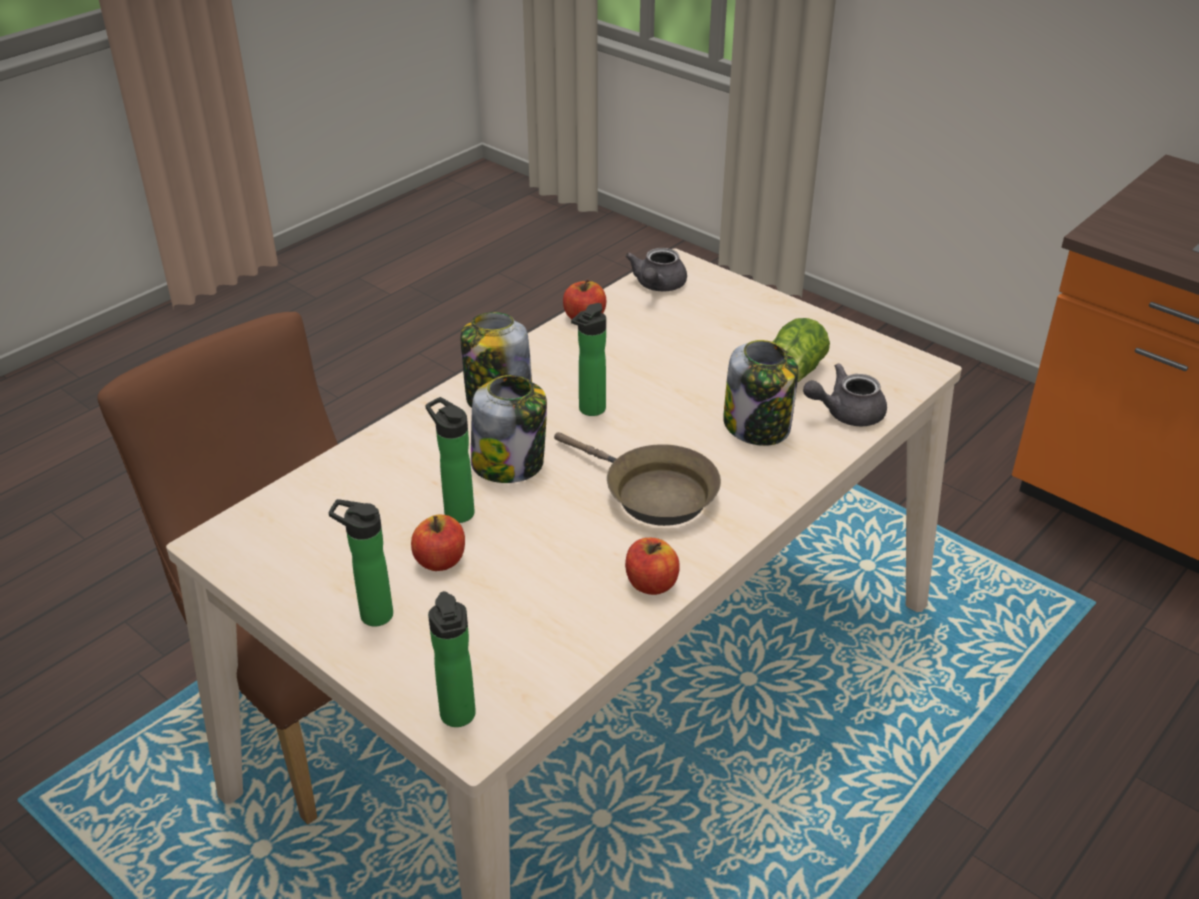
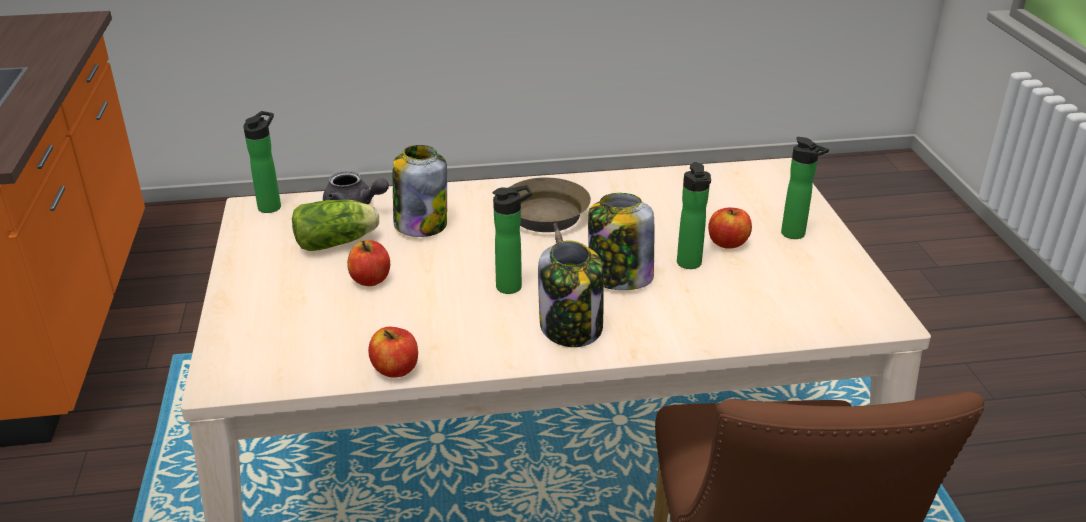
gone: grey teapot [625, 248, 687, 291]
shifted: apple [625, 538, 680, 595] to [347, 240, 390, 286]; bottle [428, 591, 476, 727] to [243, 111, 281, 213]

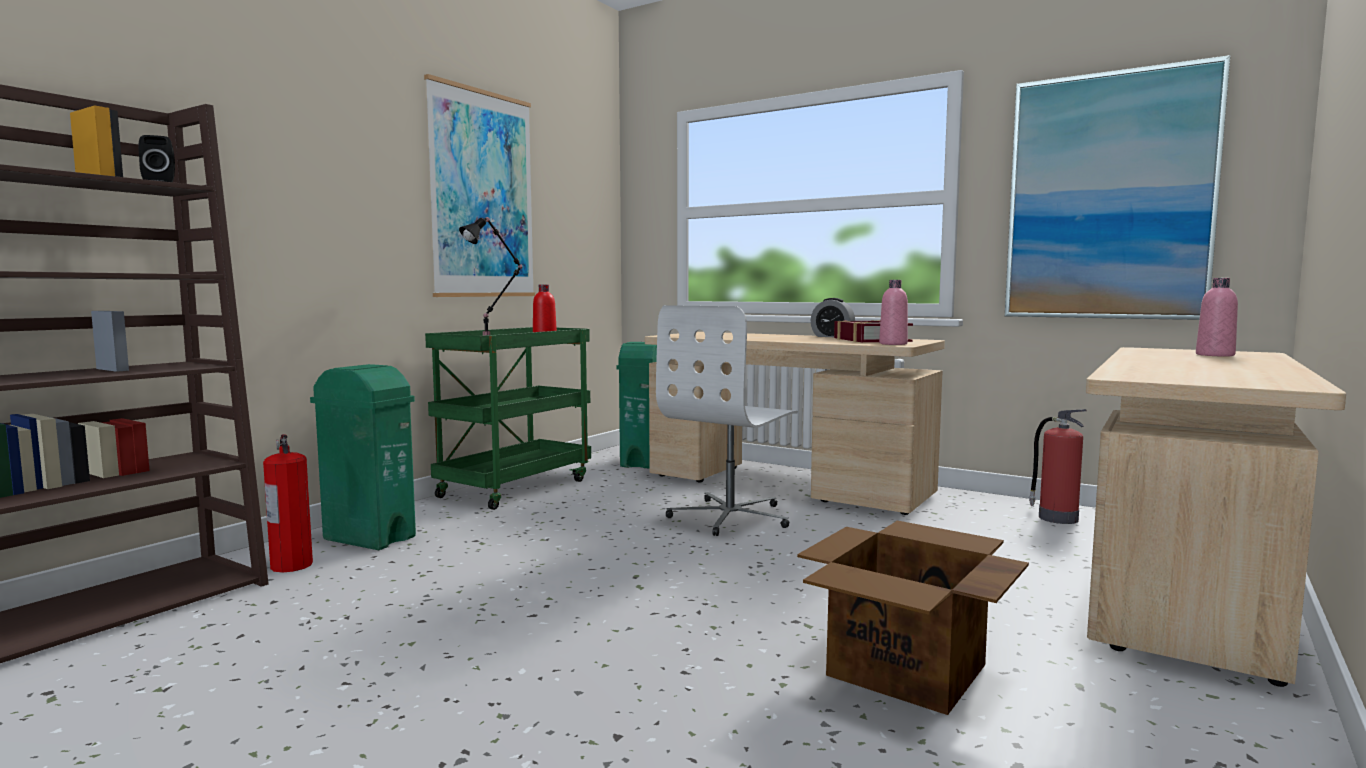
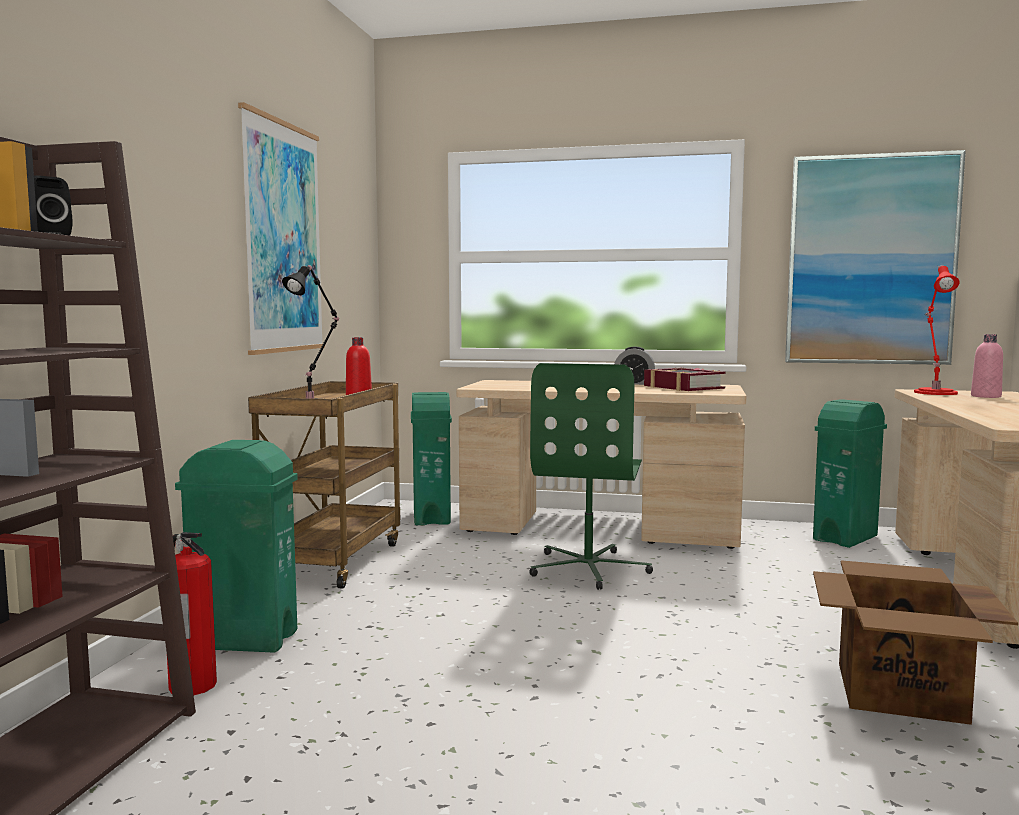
gone: pink bottle [879, 280, 908, 345]
new: red table lamp [914, 265, 960, 395]
swapped: fire extinguisher [1028, 409, 1087, 524] to green trash can [813, 399, 887, 548]
repainted: white office chair [656, 305, 798, 536] to green office chair [529, 363, 653, 590]; green cart [425, 327, 591, 510] to brown cart [248, 381, 400, 589]

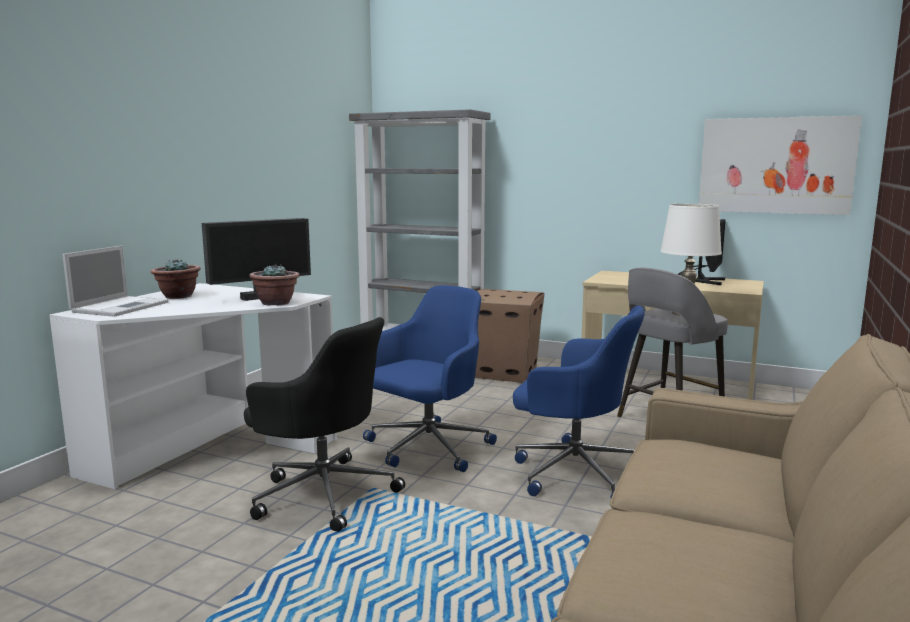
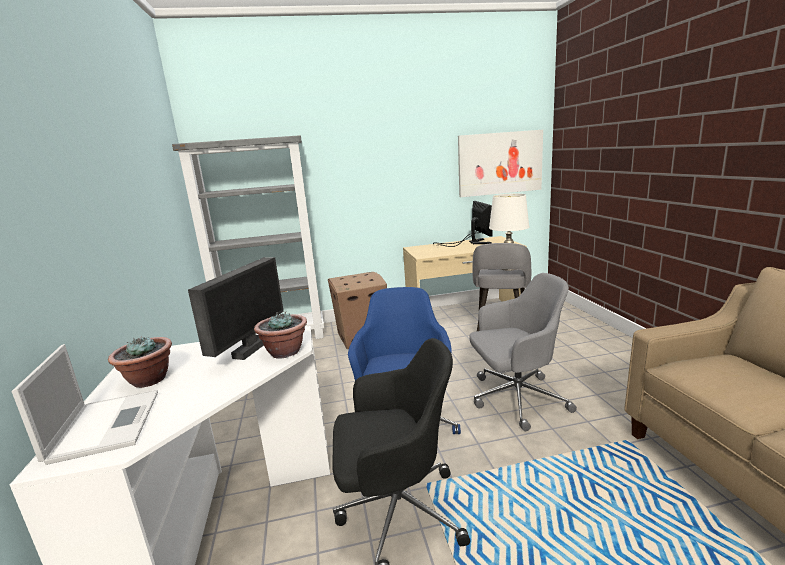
repainted: blue office chair [513, 306, 645, 498] to grey office chair [469, 273, 577, 431]

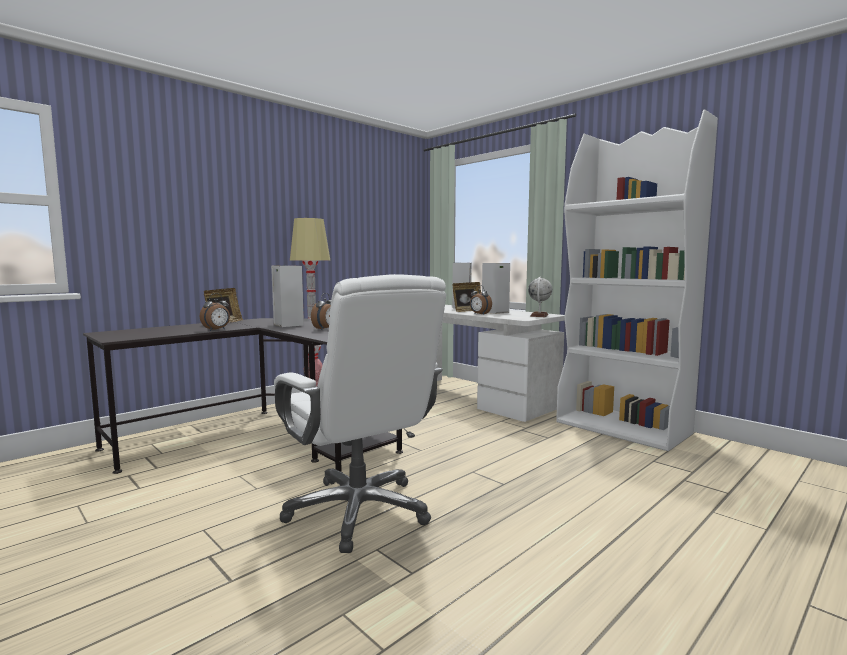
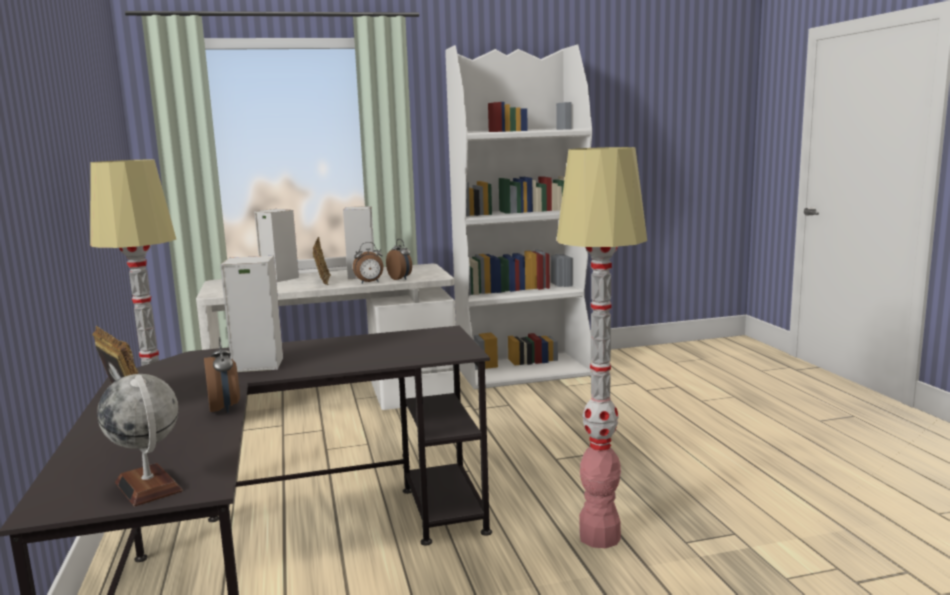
shifted: globe [528, 277, 552, 317] to [97, 374, 183, 506]; alarm clock [311, 293, 331, 330] to [386, 239, 412, 280]
swapped: white office chair [274, 274, 446, 553] to floor lamp [556, 147, 647, 548]

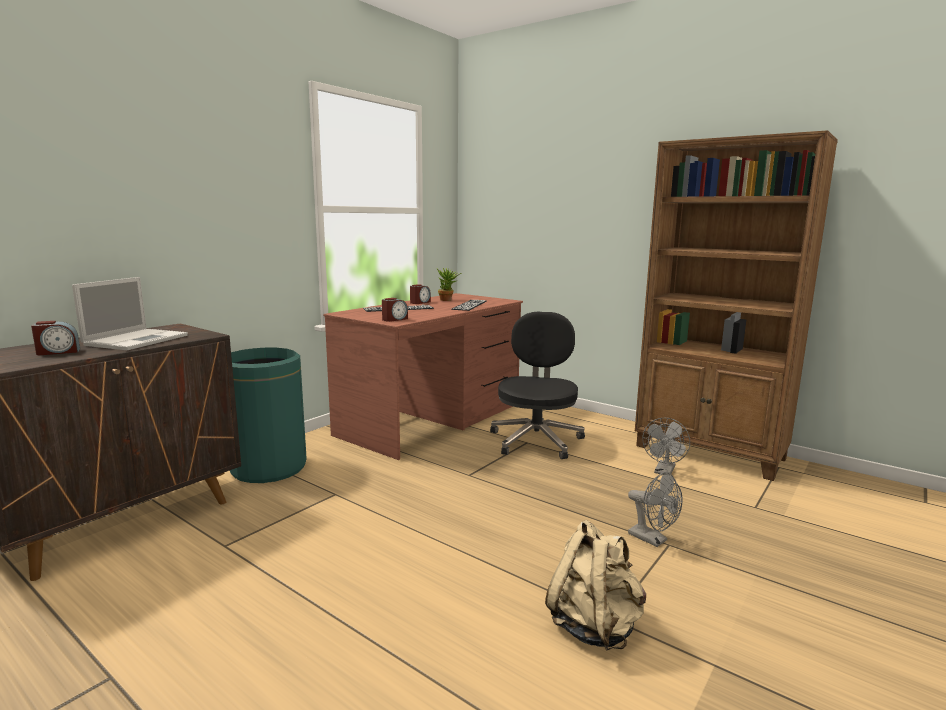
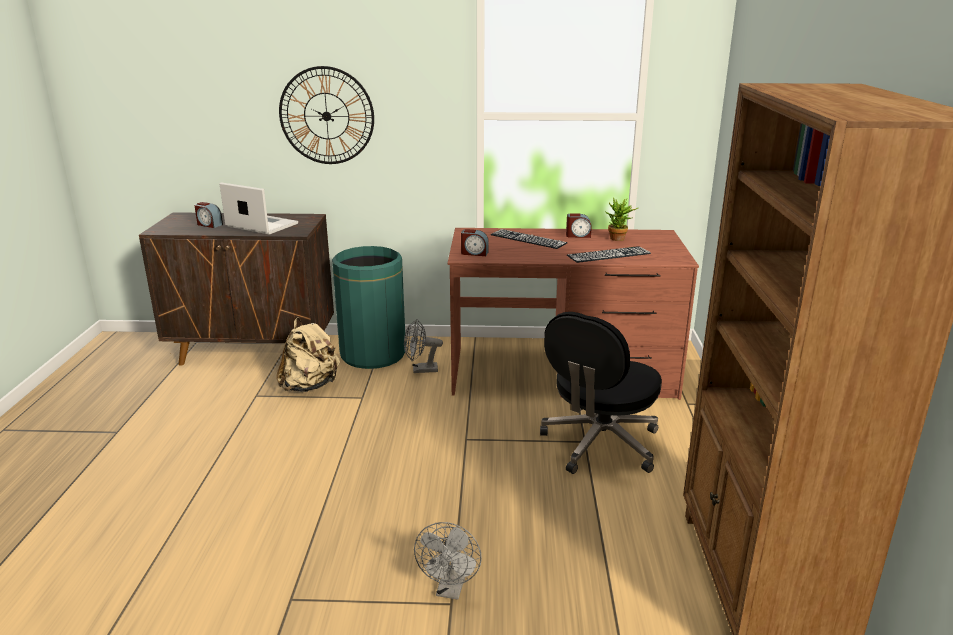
new: wall clock [279, 66, 374, 164]
shifted: grey fan [642, 418, 690, 476] to [404, 319, 443, 373]; beige backpack [545, 520, 646, 651] to [276, 317, 340, 392]
rotated: laptop [72, 277, 188, 350] = [220, 182, 298, 235] 135 degrees counterclockwise; black office chair [490, 312, 585, 459] = [540, 312, 662, 474] 150 degrees clockwise

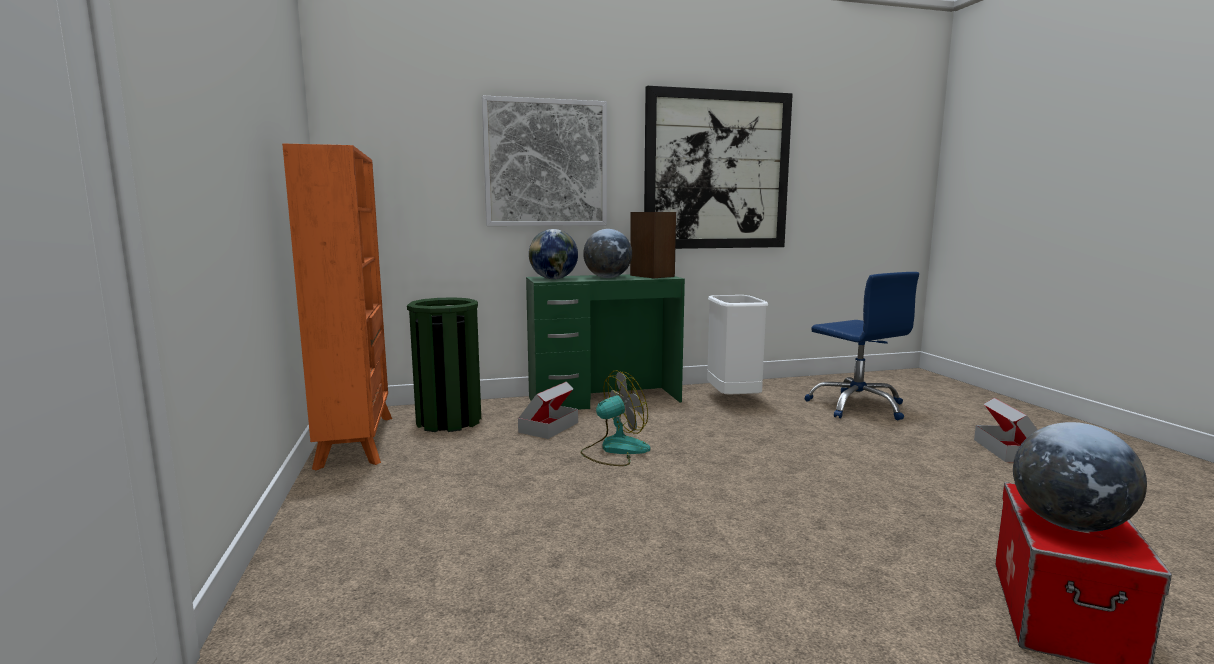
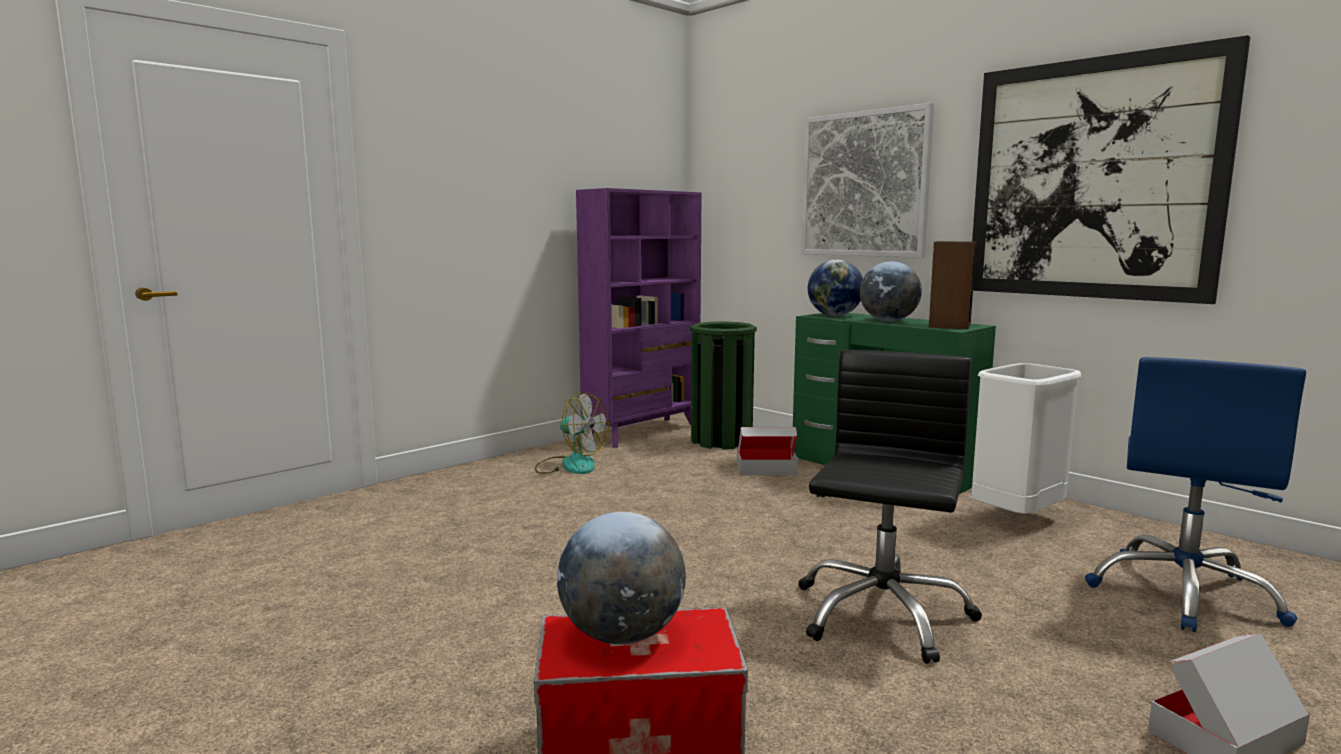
new: black office chair [798, 350, 982, 664]
shifted: fan [581, 370, 650, 466] to [535, 392, 609, 474]
repainted: orange bookcase [282, 143, 392, 470] to purple bookcase [576, 188, 701, 448]

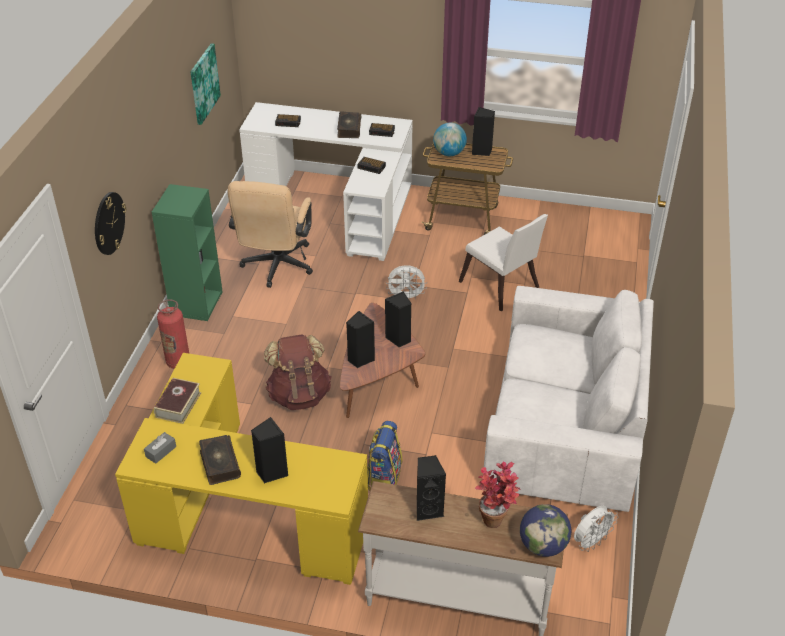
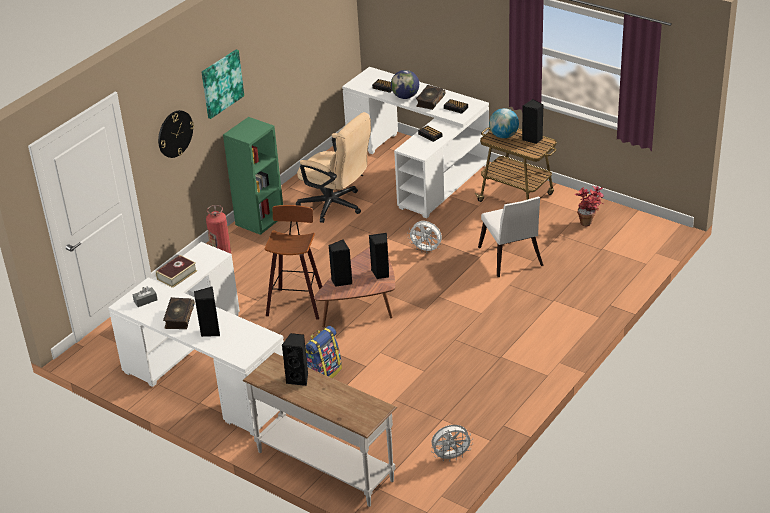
gone: white sofa [484, 286, 654, 512]
shifted: picture [190, 43, 221, 125] to [202, 49, 244, 119]; potted plant [475, 461, 521, 528] to [574, 186, 604, 226]; globe [520, 504, 572, 557] to [391, 70, 419, 99]
swapped: brown backpack [264, 335, 331, 410] to stool [265, 205, 322, 320]
repainted: yellow desk [115, 353, 368, 585] to white desk [108, 242, 284, 436]
rotated: beige office chair [228, 181, 313, 288] = [296, 112, 371, 223] 90 degrees counterclockwise

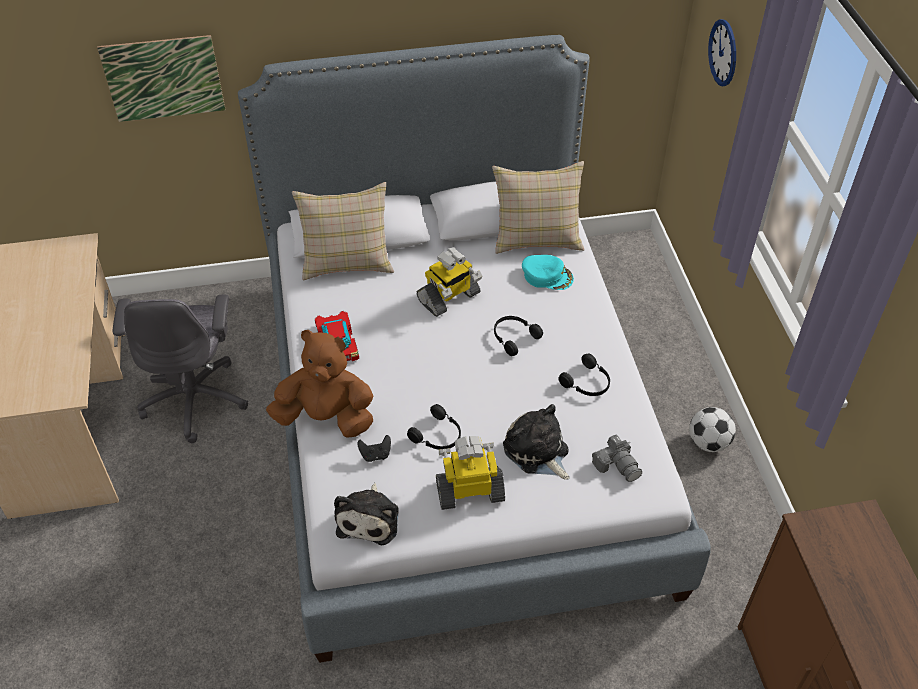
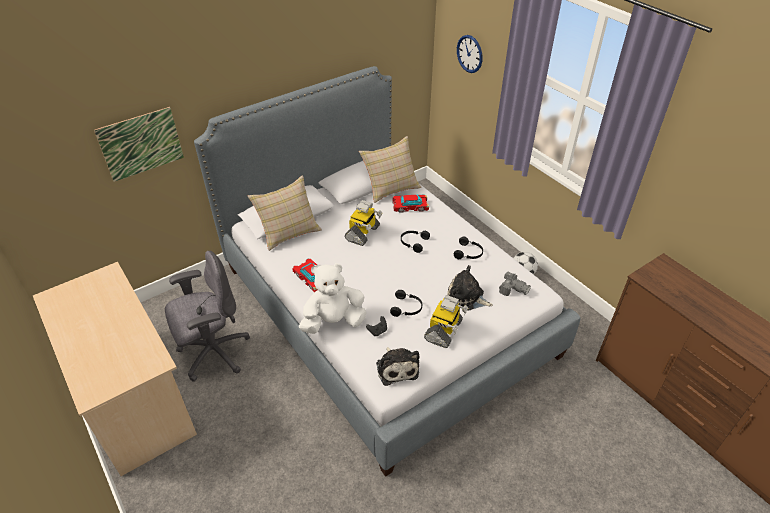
swapped: turquoise cap [522, 255, 574, 290] to toy car [392, 194, 429, 213]
repainted: brown plush toy [266, 330, 373, 438] to white plush toy [299, 263, 367, 334]
rotated: grey office chair [113, 294, 248, 443] = [165, 251, 250, 382] 90 degrees counterclockwise; toy robot [436, 436, 505, 510] = [424, 295, 468, 348] 150 degrees clockwise

